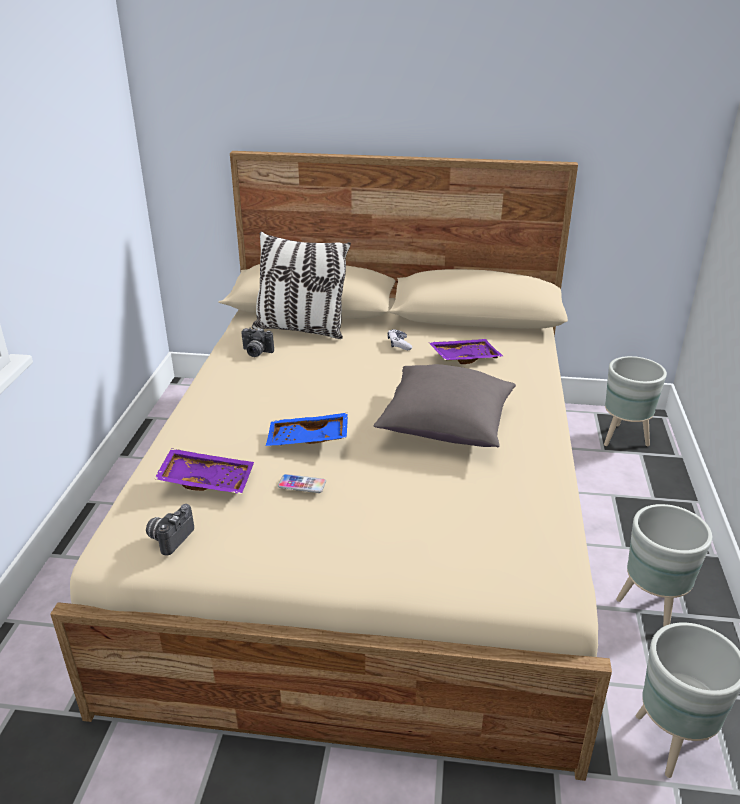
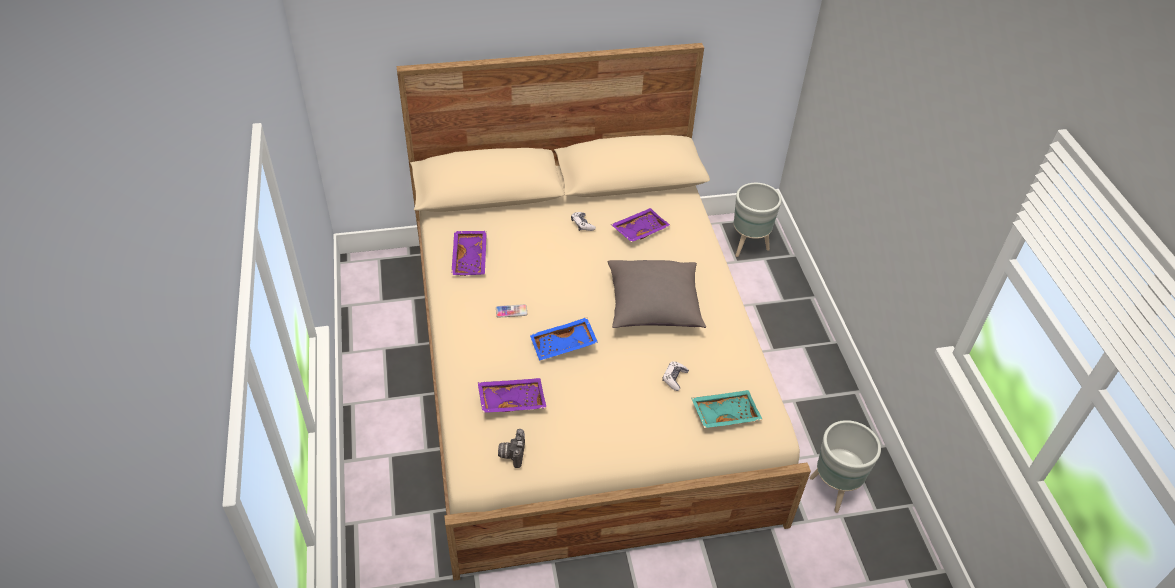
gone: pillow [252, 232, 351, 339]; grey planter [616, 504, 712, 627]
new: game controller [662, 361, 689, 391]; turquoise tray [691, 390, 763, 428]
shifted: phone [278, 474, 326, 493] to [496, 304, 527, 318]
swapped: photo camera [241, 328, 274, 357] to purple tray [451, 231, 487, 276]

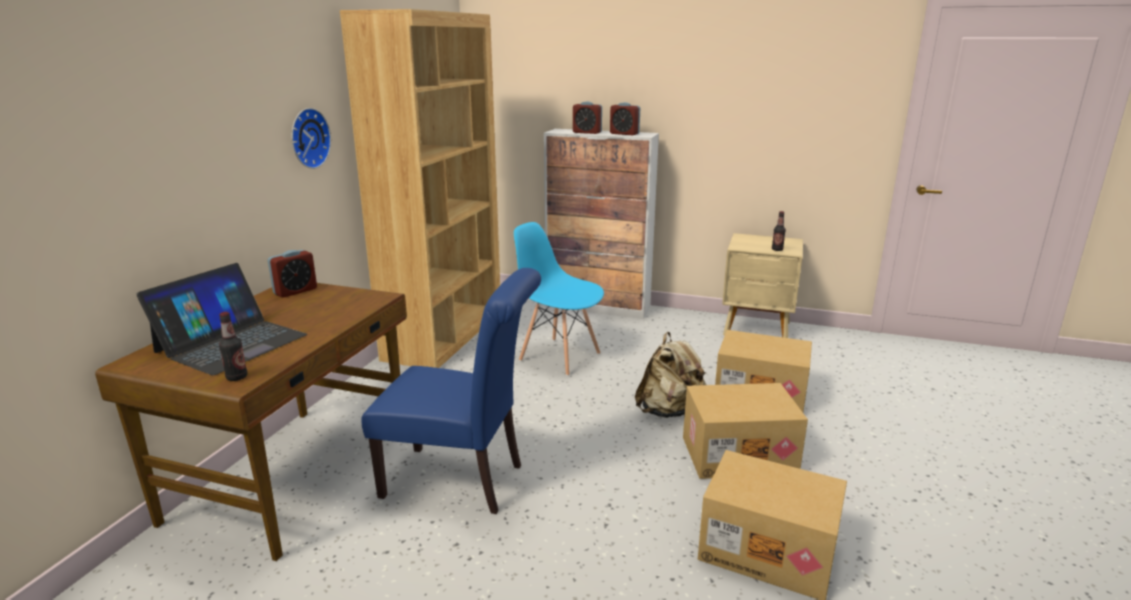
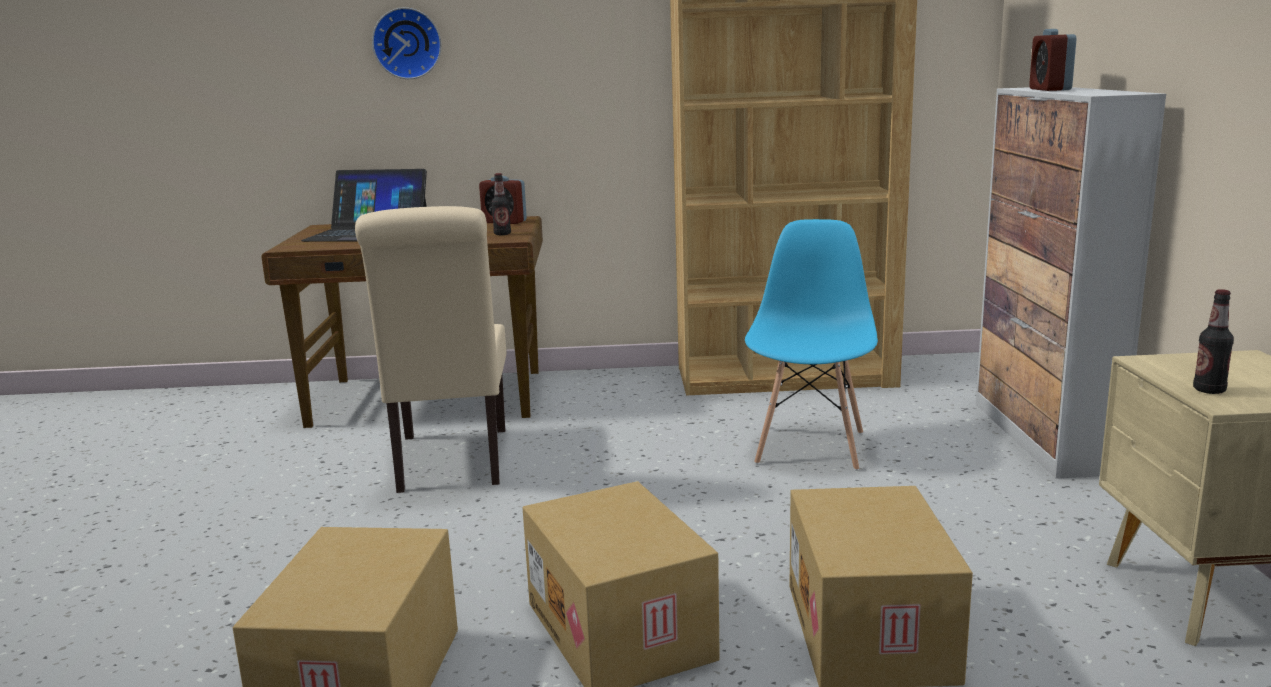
gone: alarm clock [610, 102, 640, 135]; beige backpack [635, 332, 707, 418]
shifted: wall clock [291, 108, 331, 169] to [372, 7, 442, 79]; bottle [219, 312, 247, 381] to [491, 173, 511, 235]
repainted: blue chair [361, 268, 541, 514] to beige chair [355, 206, 507, 493]

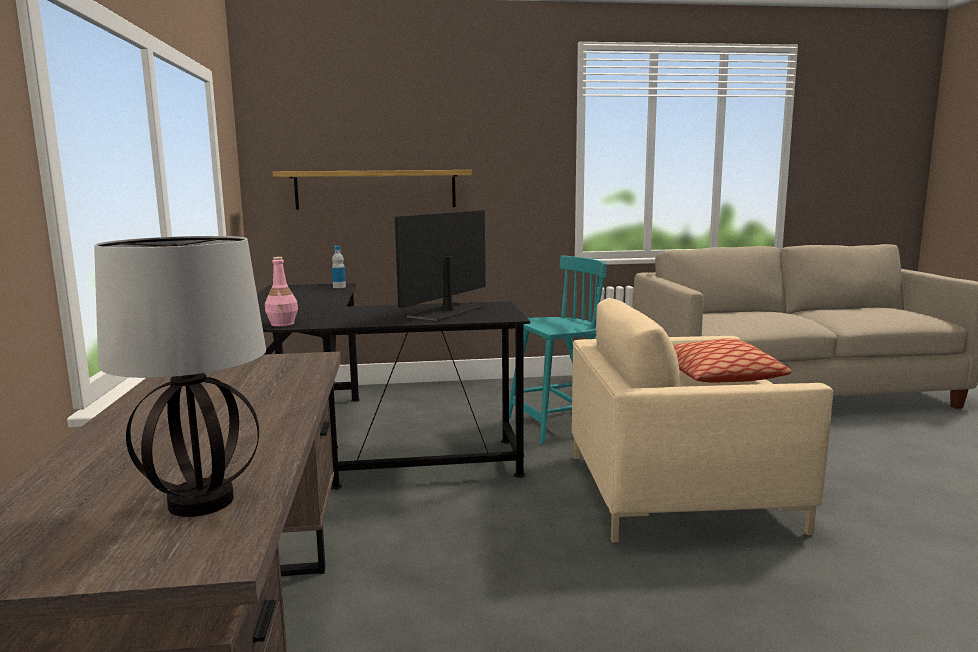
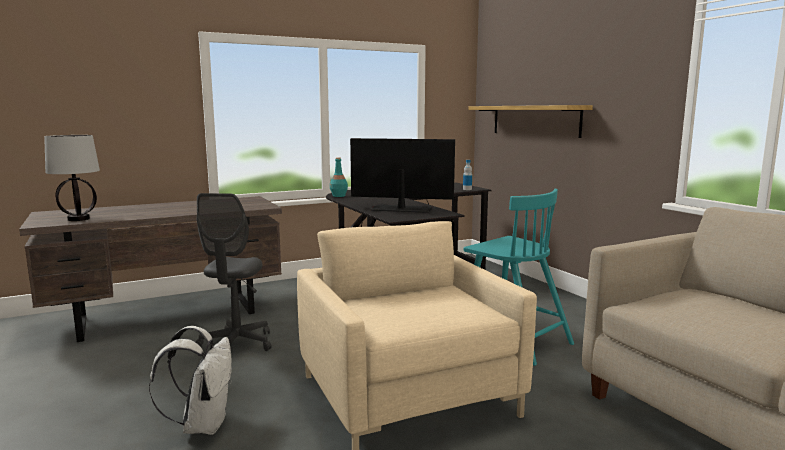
gone: pillow [673, 338, 791, 383]
new: grey office chair [196, 193, 272, 351]; white backpack [149, 326, 232, 435]
repainted: pink bottle [265, 257, 298, 327] to turquoise bottle [330, 157, 348, 197]

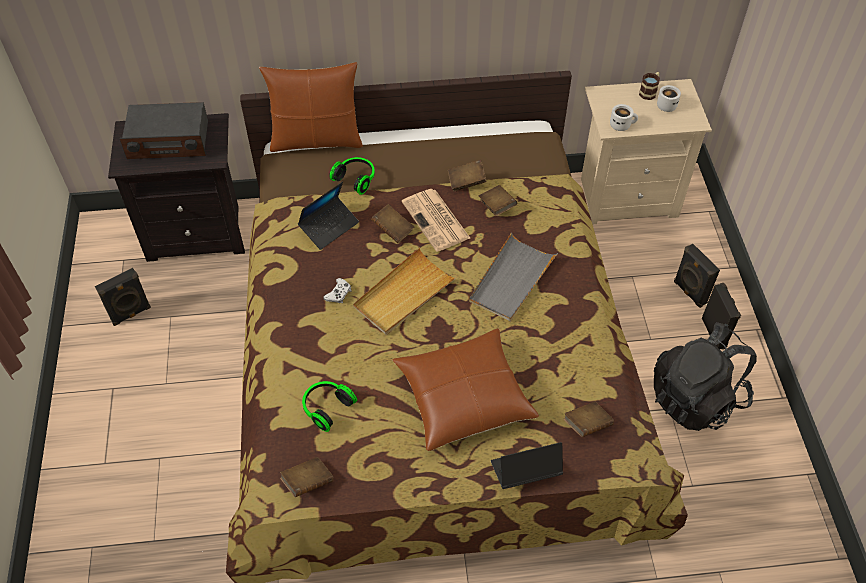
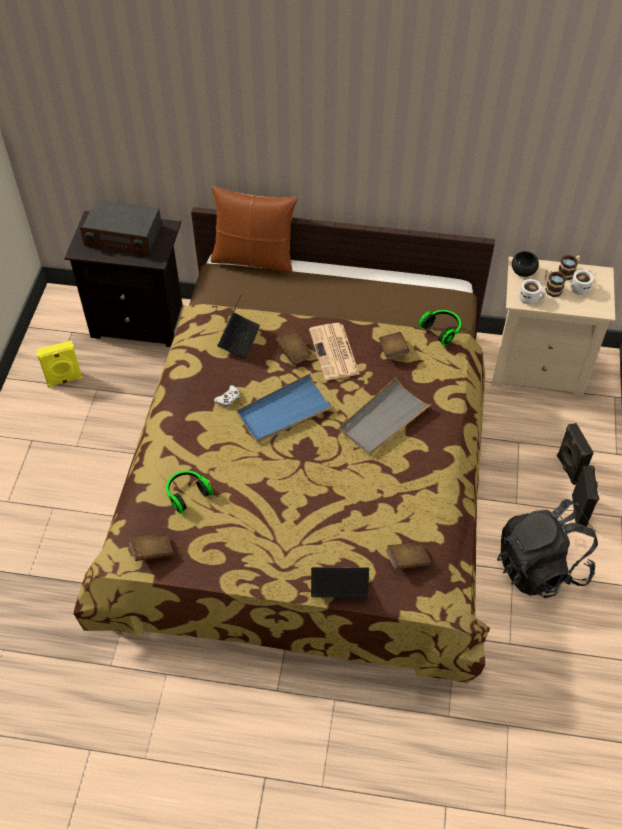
gone: brown book [448, 160, 486, 192]; brown pillow [392, 328, 539, 451]
new: black bowl [512, 251, 539, 277]; mug [545, 269, 566, 297]
shifted: headphones [329, 157, 375, 195] to [418, 310, 461, 346]
repainted: beige tray [353, 248, 457, 335] to blue tray [237, 373, 334, 443]; black speaker [95, 268, 151, 326] to yellow speaker [36, 340, 83, 387]
rotated: laptop [298, 182, 359, 250] = [217, 296, 260, 359] 45 degrees counterclockwise

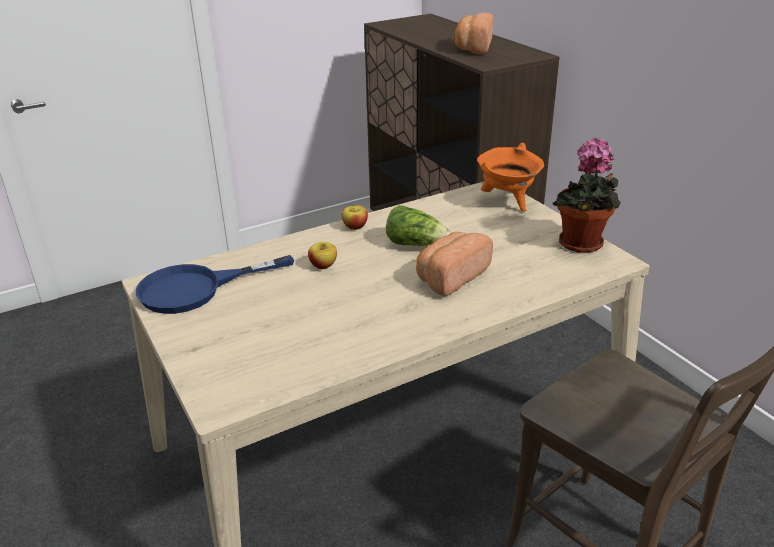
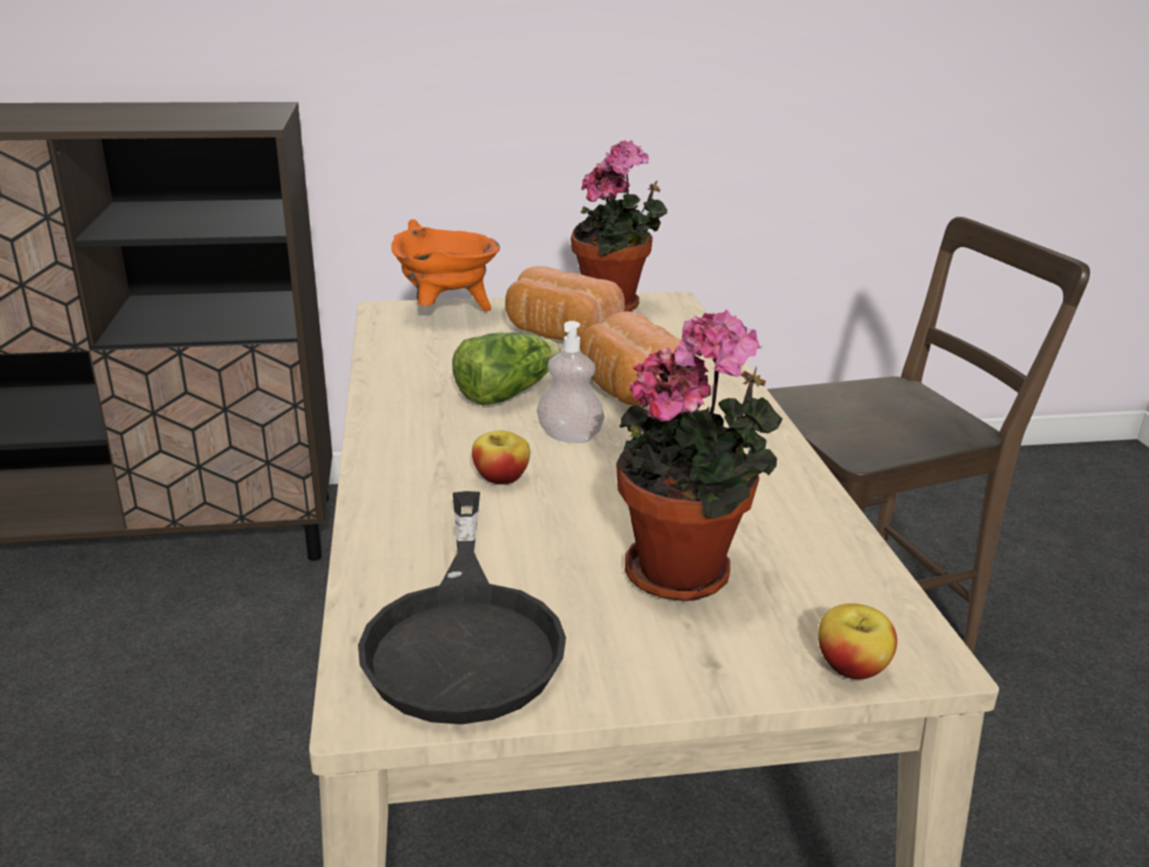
new: potted plant [616, 310, 782, 601]; soap dispenser [537, 321, 605, 443]
shifted: bread [455, 13, 494, 54] to [505, 266, 625, 340]; apple [342, 205, 368, 230] to [818, 603, 897, 679]
repainted: blue frying pan [136, 255, 294, 314] to black frying pan [358, 491, 566, 724]

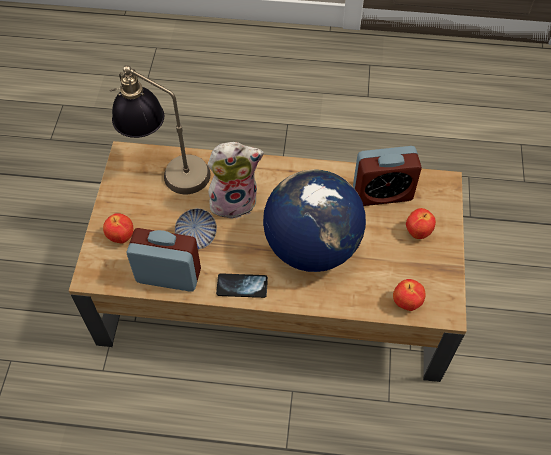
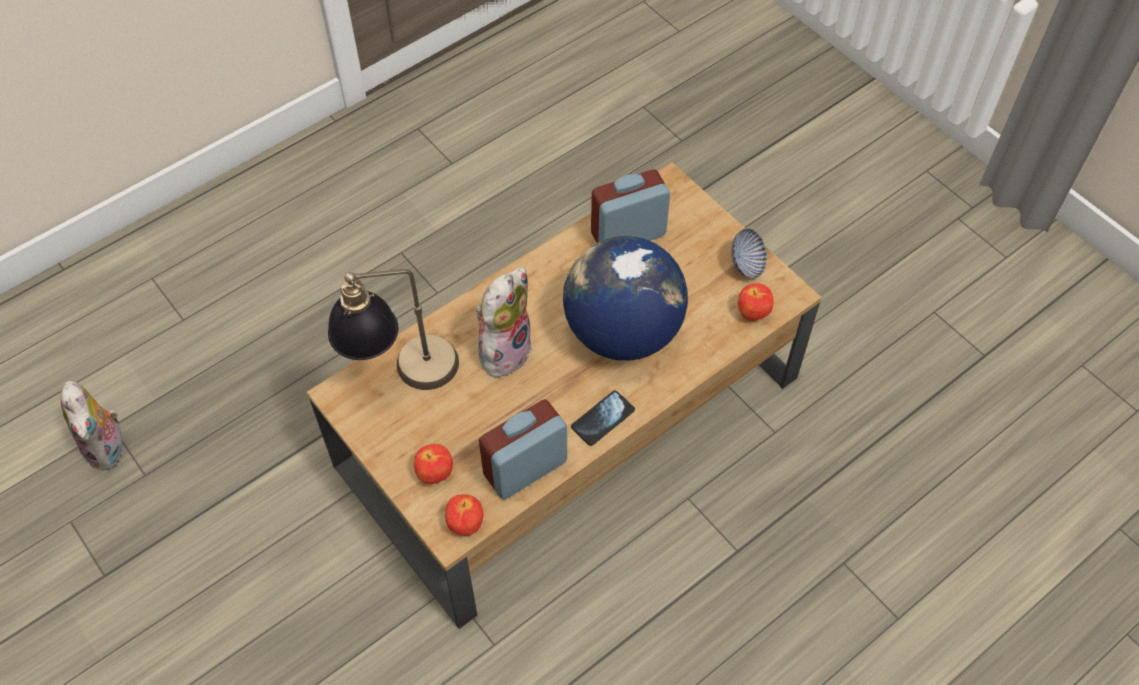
new: plush toy [61, 381, 126, 470]
shifted: bowl [175, 208, 217, 250] to [731, 228, 767, 278]; apple [406, 208, 436, 239] to [445, 494, 484, 536]
rotated: alarm clock [353, 146, 422, 206] = [591, 169, 670, 243] 150 degrees counterclockwise

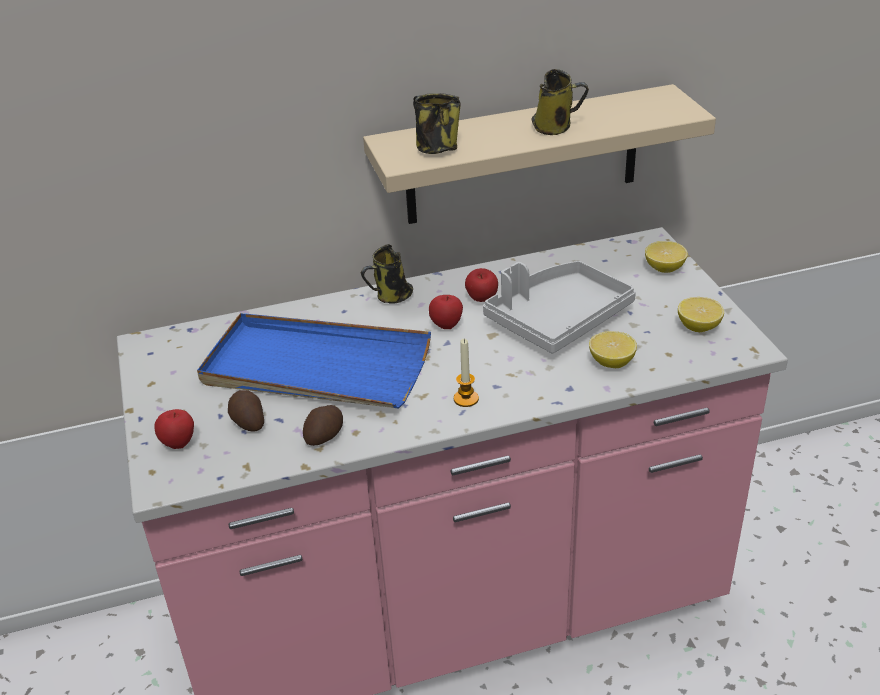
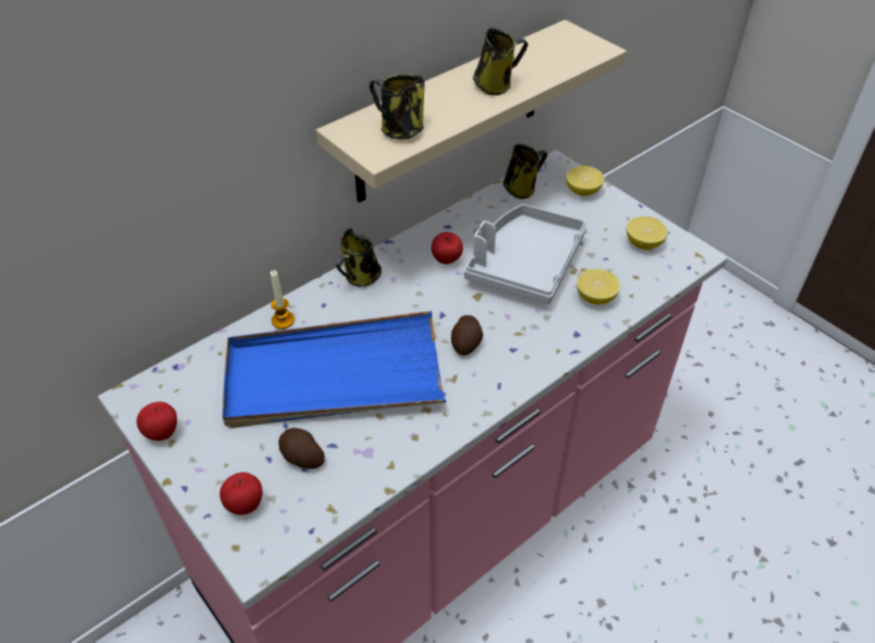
new: mug [503, 144, 548, 199]
shifted: apple [429, 295, 463, 329] to [137, 402, 177, 441]; candle [454, 339, 479, 407] to [270, 270, 295, 329]; potato [303, 405, 343, 446] to [451, 315, 483, 355]

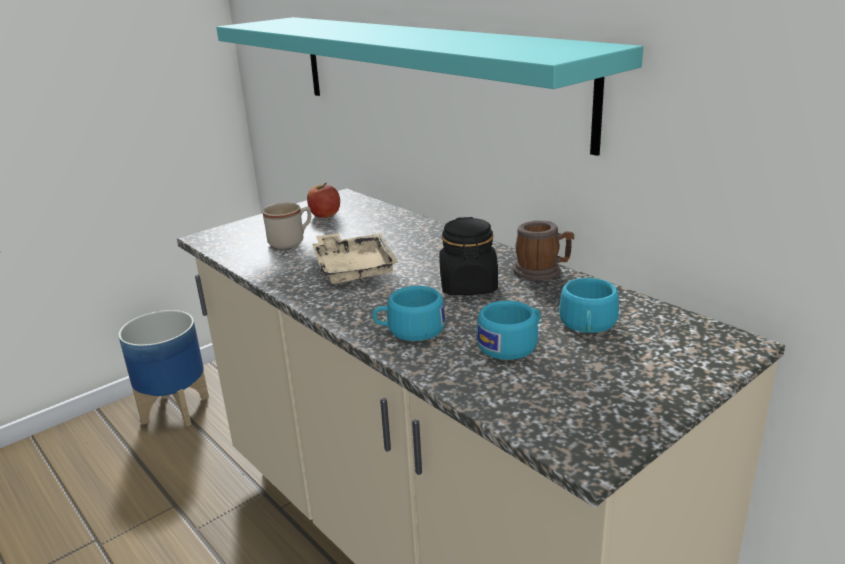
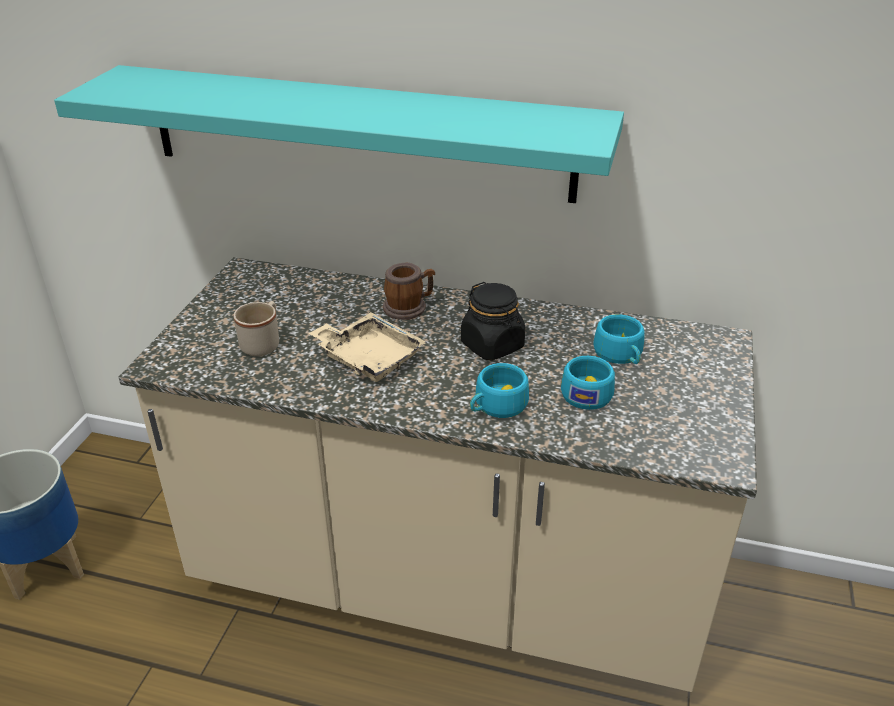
gone: apple [307, 183, 340, 218]
shifted: mug [513, 221, 574, 281] to [383, 262, 435, 320]

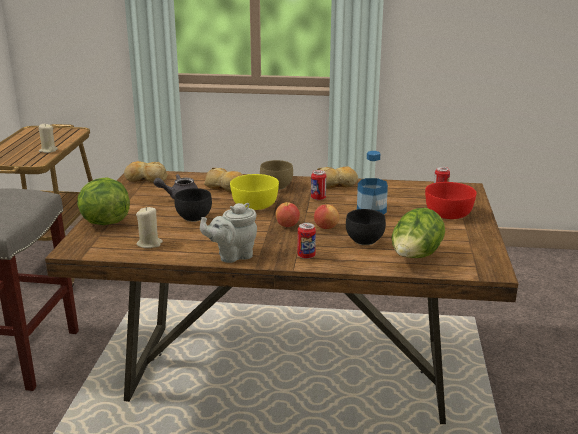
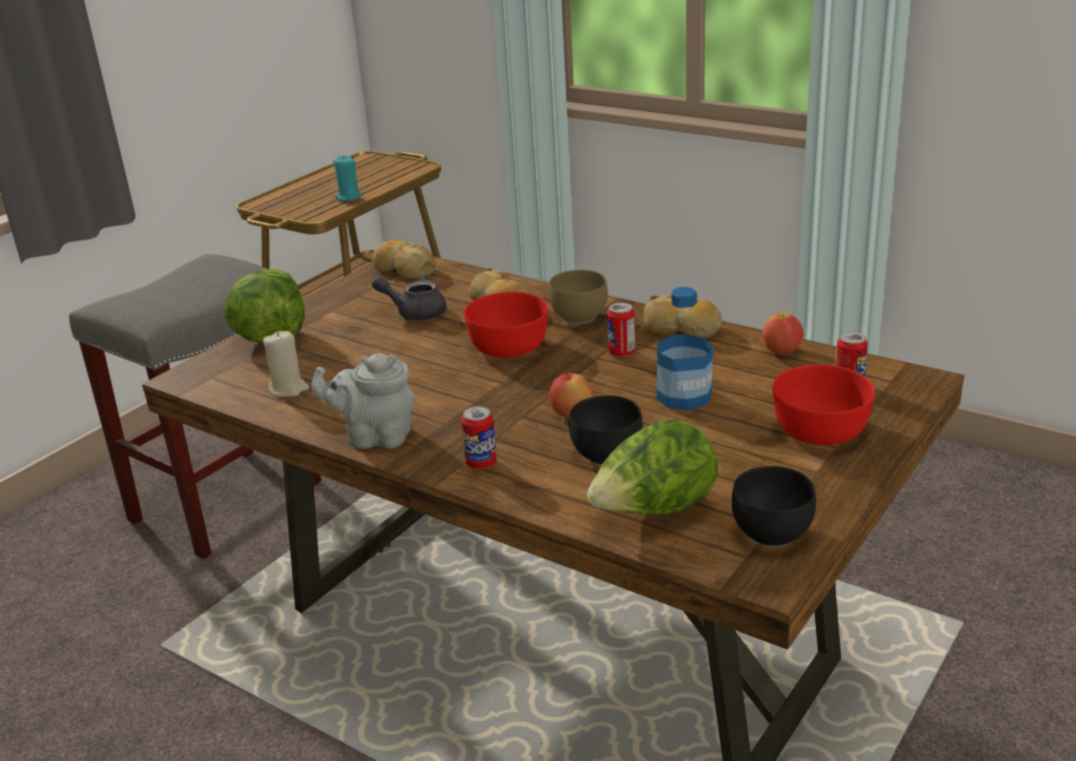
shifted: black bowl [175, 188, 212, 222] to [731, 466, 816, 547]; apple [275, 202, 300, 227] to [762, 312, 804, 354]
repainted: beige candle [39, 124, 58, 153] to turquoise candle [334, 155, 362, 201]; yellow bowl [230, 174, 279, 210] to red bowl [464, 292, 548, 358]

